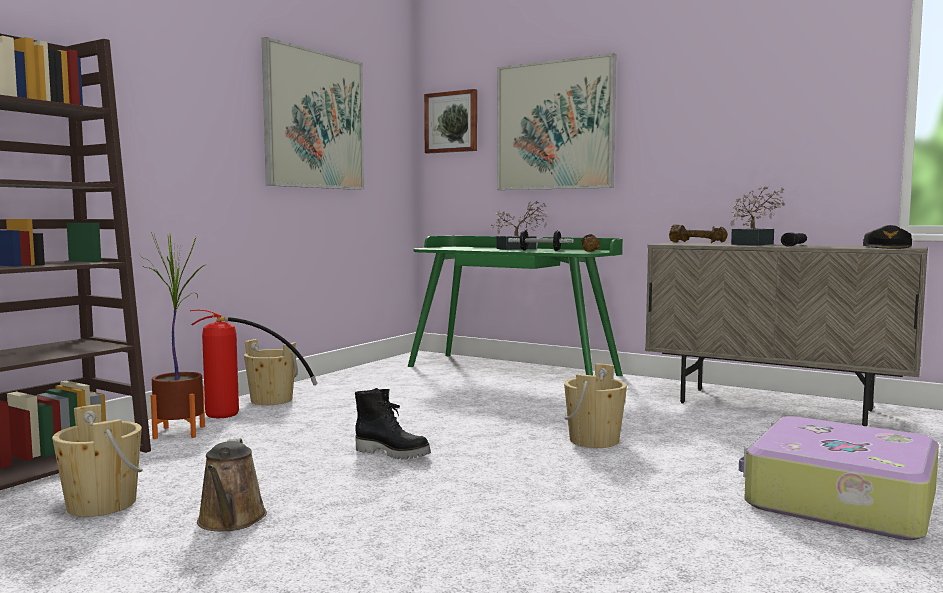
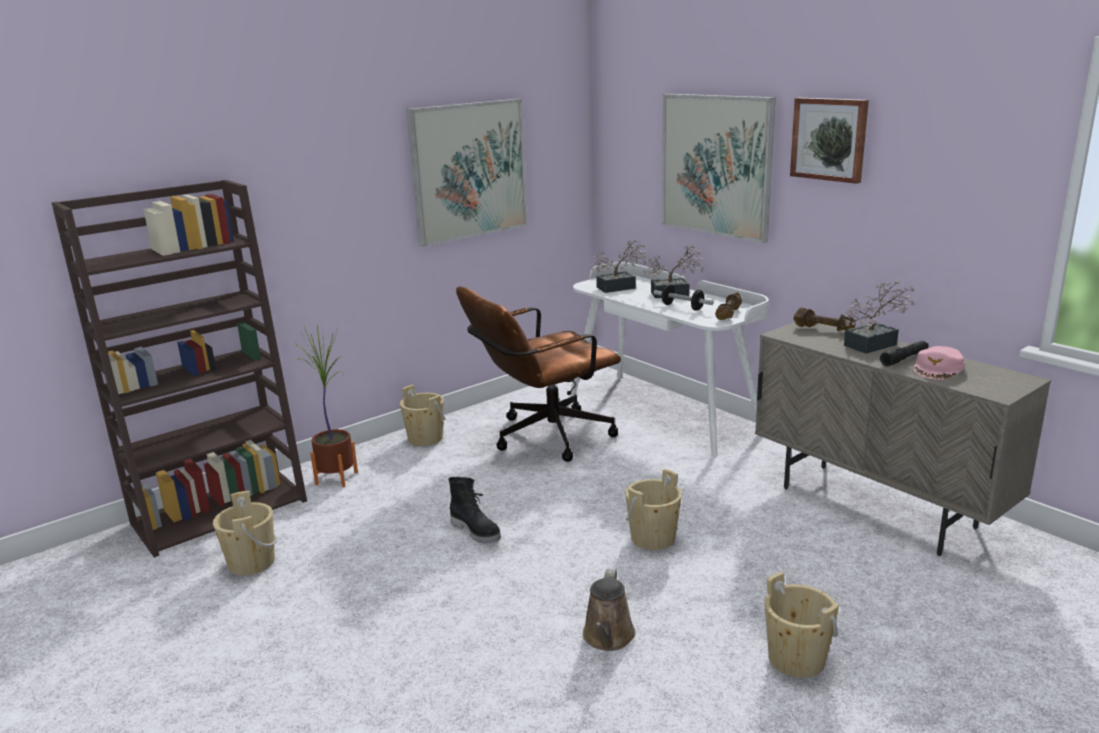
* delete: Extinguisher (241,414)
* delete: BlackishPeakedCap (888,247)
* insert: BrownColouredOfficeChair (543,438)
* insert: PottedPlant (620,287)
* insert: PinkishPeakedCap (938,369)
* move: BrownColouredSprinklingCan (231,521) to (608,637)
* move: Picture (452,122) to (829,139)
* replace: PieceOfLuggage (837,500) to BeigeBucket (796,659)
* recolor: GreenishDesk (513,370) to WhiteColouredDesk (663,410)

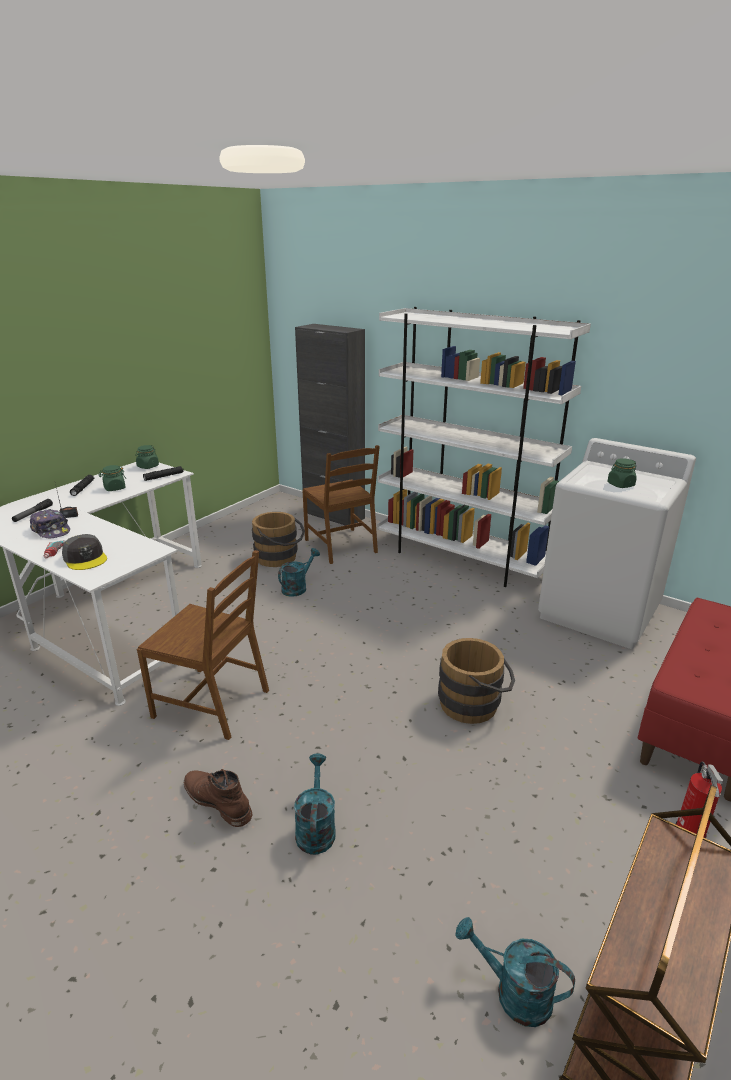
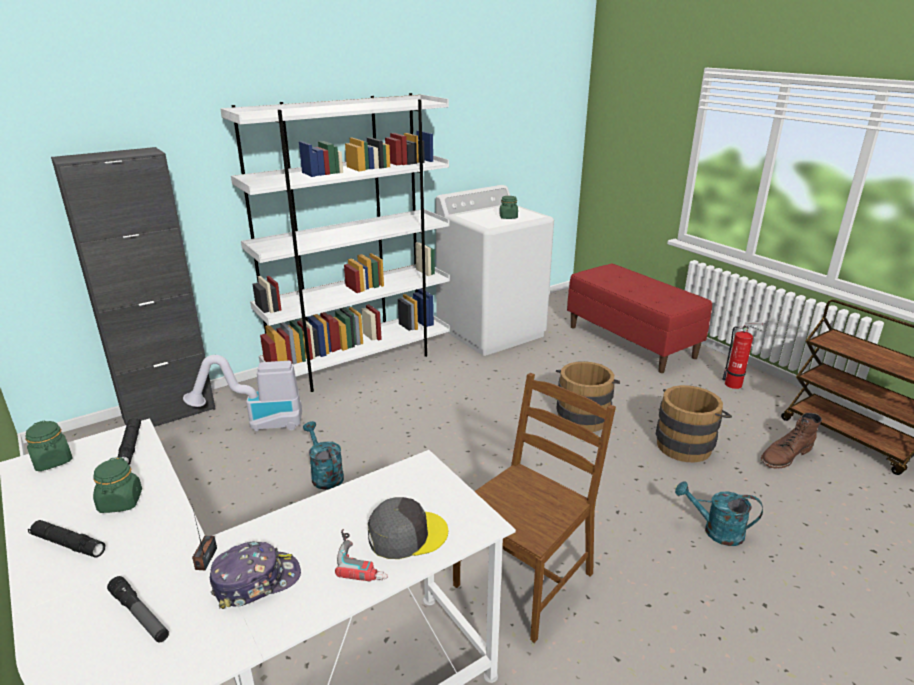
* delete: TurquoiseColouredSprinklingCan (513,992)
* move: BrownColouredTallBoot (217,801) to (785,455)
* move: BrownColouredBucket (280,558) to (686,444)
* replace: BrownColouredUprightChair (342,546) to Vacuum (257,424)

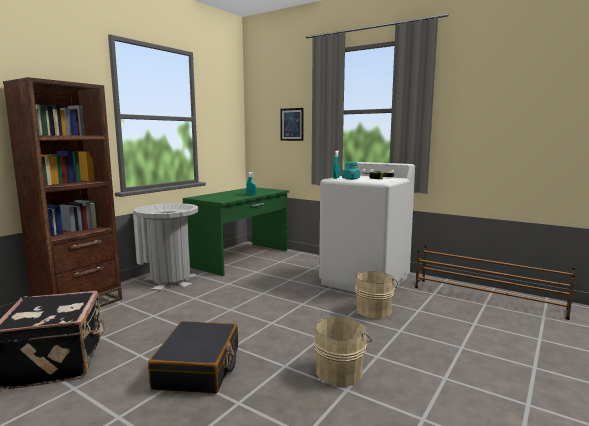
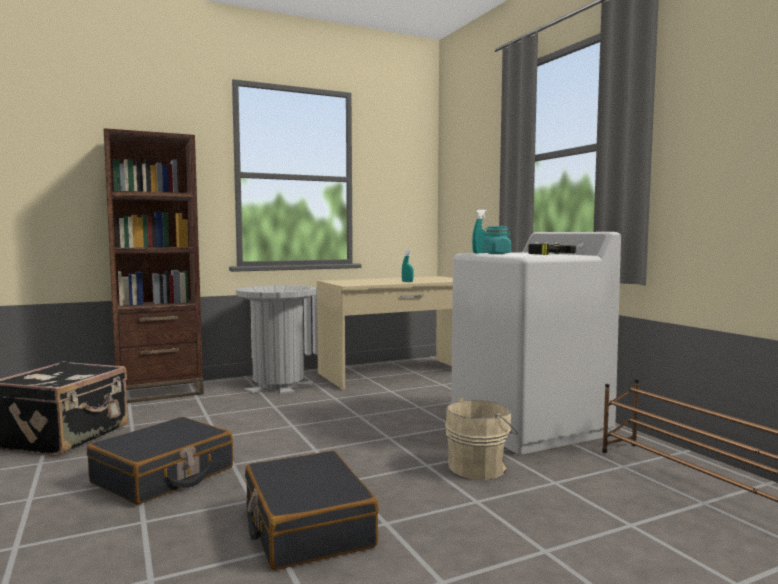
* delete: Picture (292,124)
* replace: BeigeBucket (341,371) to BlackishPieceOfLuggage (306,526)
* recolor: GreenishDesk (240,258) to BeigeDesk (396,373)

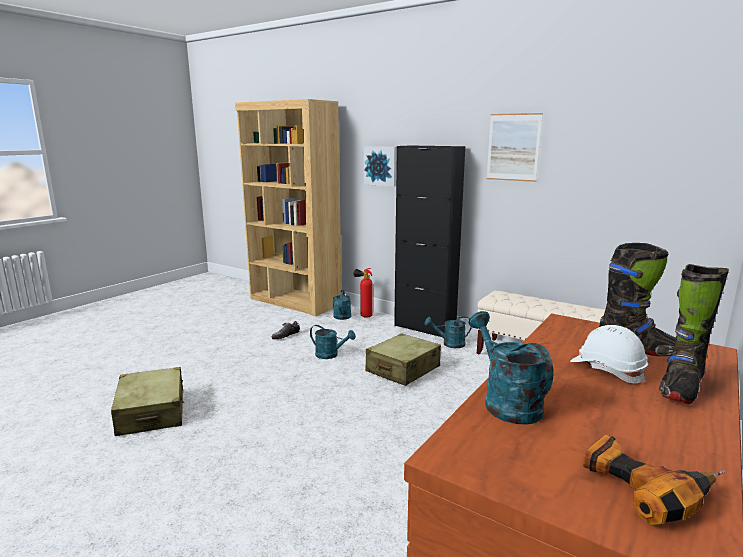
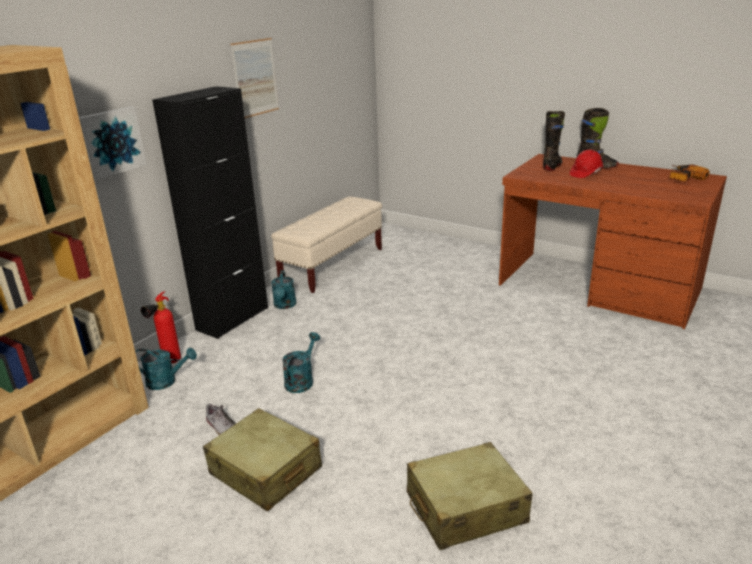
* delete: TurquoiseColouredSprinklingCan (506,402)
* move: BeigePieceOfLuggage (402,369) to (265,471)
* recolor: WhiteColouredSafetyHelmet (607,370) to RedColouredSafetyHelmet (585,173)

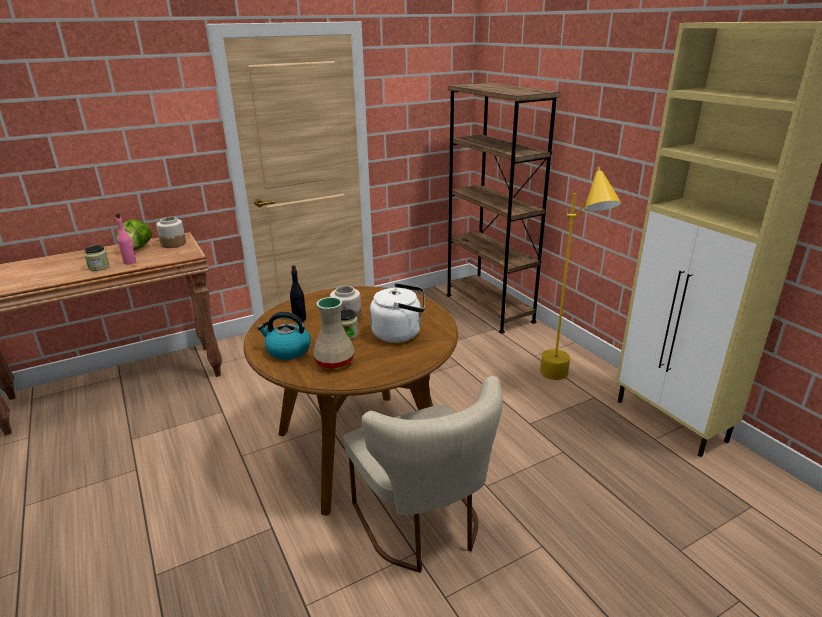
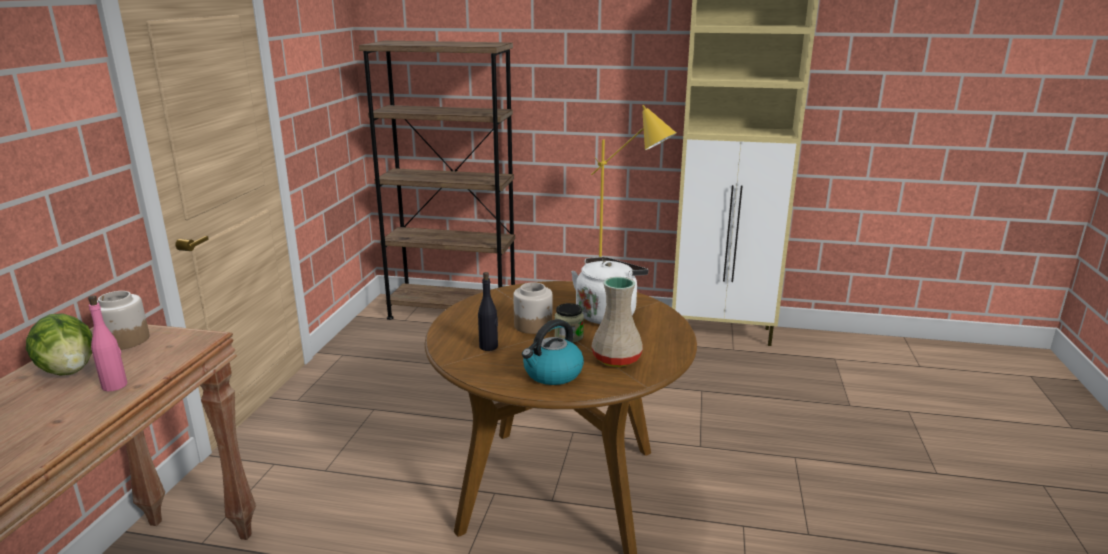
* delete: Jar (99,267)
* delete: BeigeUprightChair (424,526)

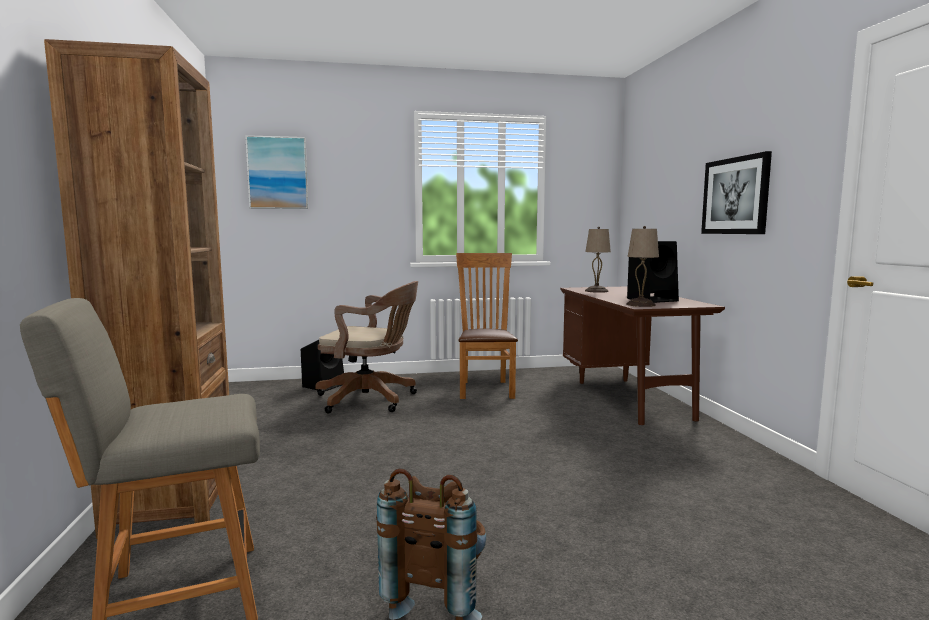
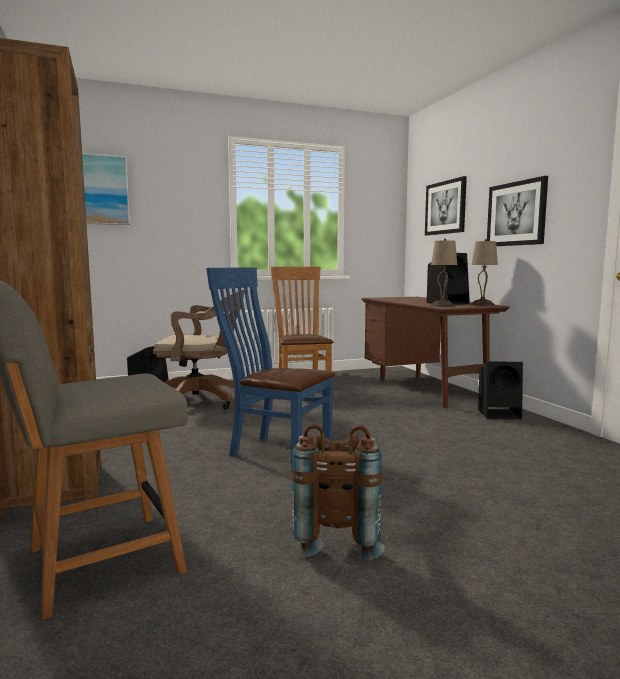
* insert: BlueUprightChair (275,451)
* insert: Picture (445,207)
* insert: BlackishSpeaker (500,414)
* move: BeigeLampForATable (596,291) to (482,305)

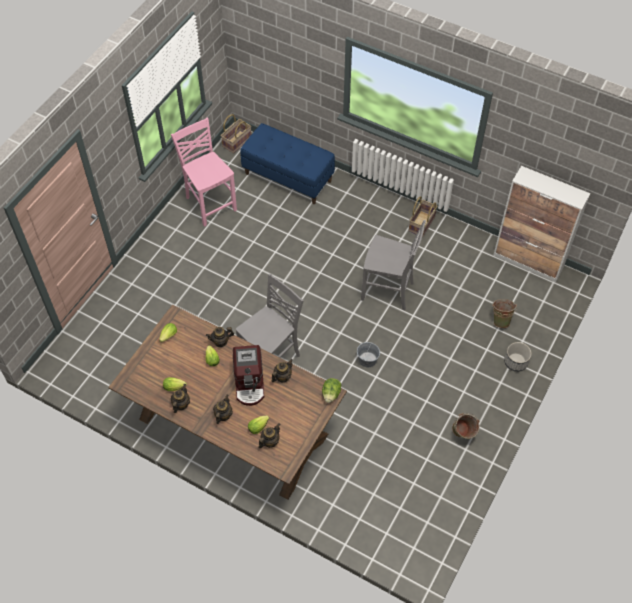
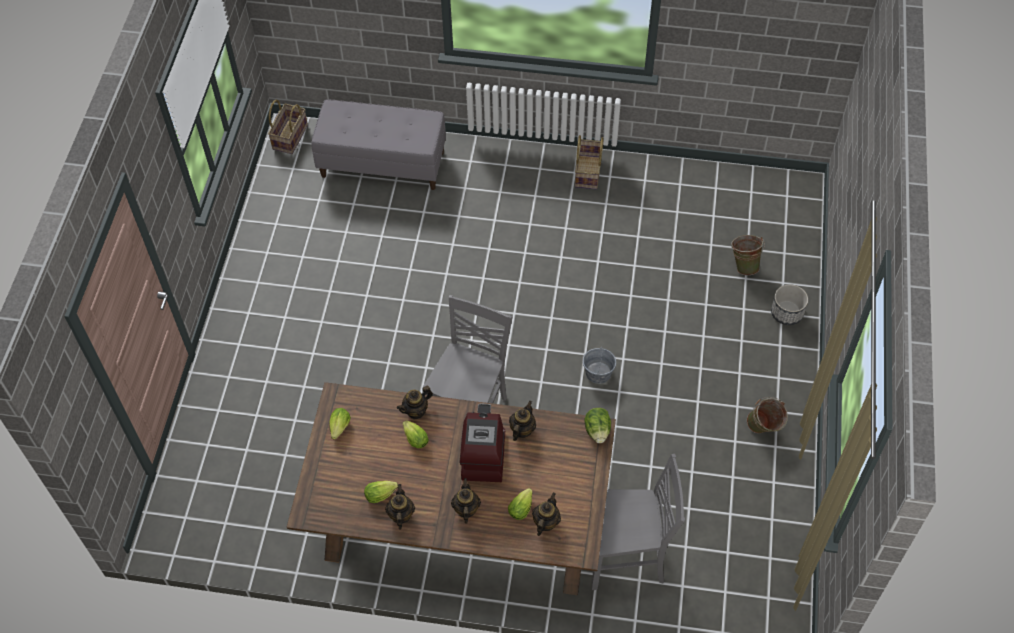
* delete: PinkishUprightChair (210,204)
* delete: StorageCabinet (528,261)
* move: GreyishUprightChair (388,291) to (626,559)
* recolor: BlueIndoorBench (288,177) to GreyishIndoorBench (383,163)
* rotate: CoffeeBrewer (250,383) = (482,454) 150 degrees counterclockwise

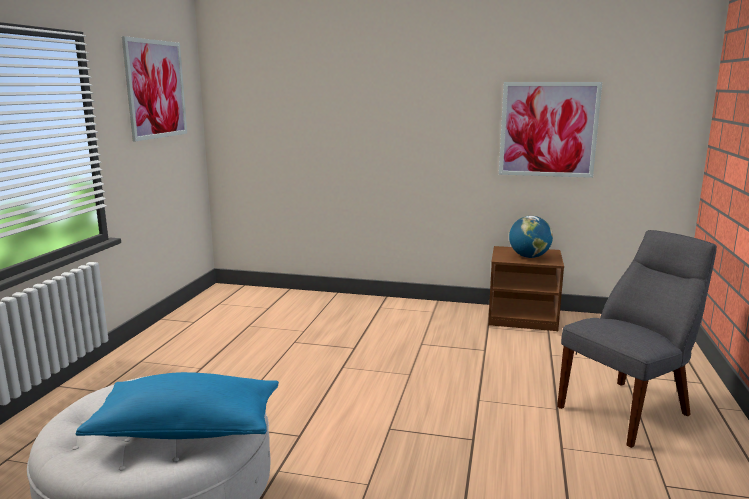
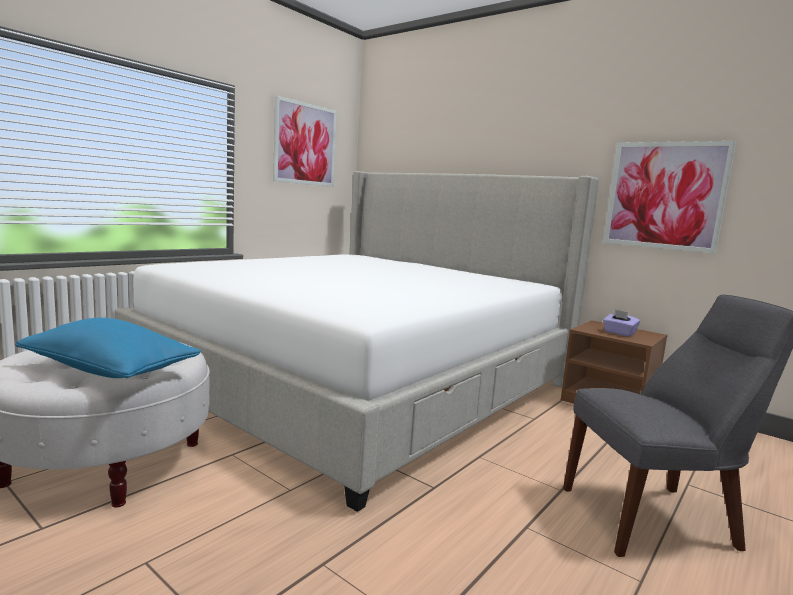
* insert: BedroomBed (358,379)
* replace: Globe (529,257) to PurplishBoxOfTissues (619,333)

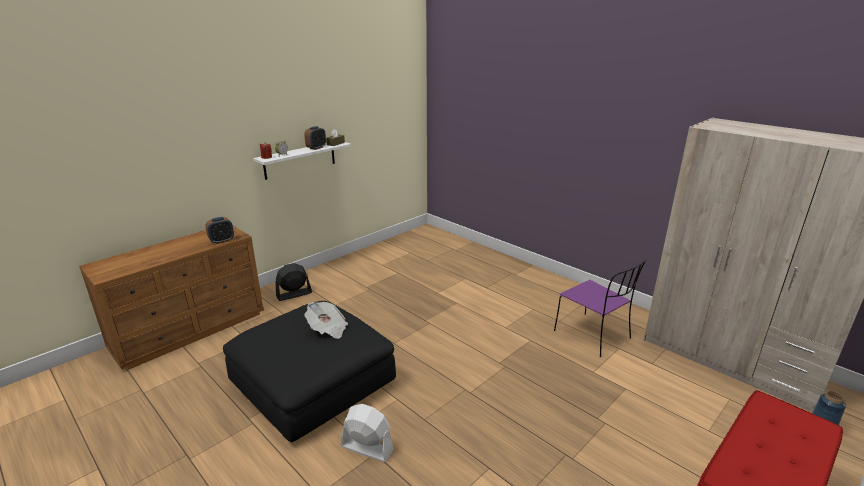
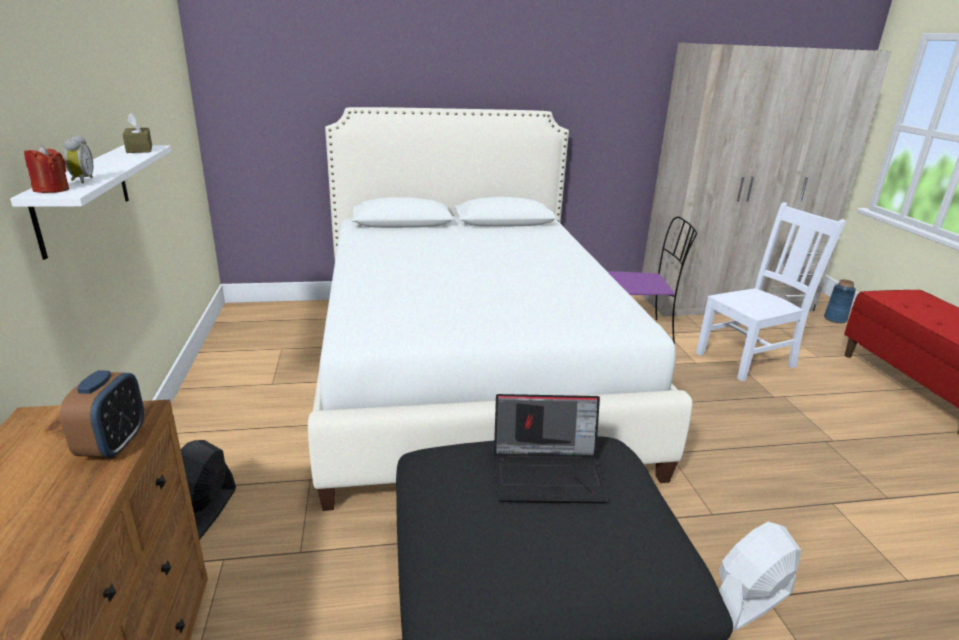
* delete: TableClock (316,148)
* insert: WhiteColouredBedroomBed (468,371)
* insert: WhiteColouredUprightChair (748,359)
* replace: PrintedPaper (327,329) to NotebookComputer (549,474)

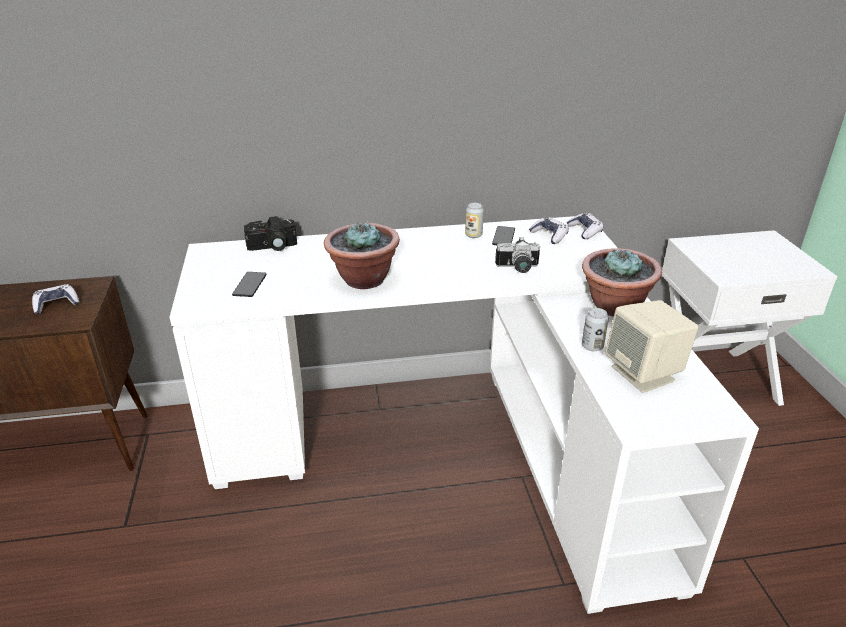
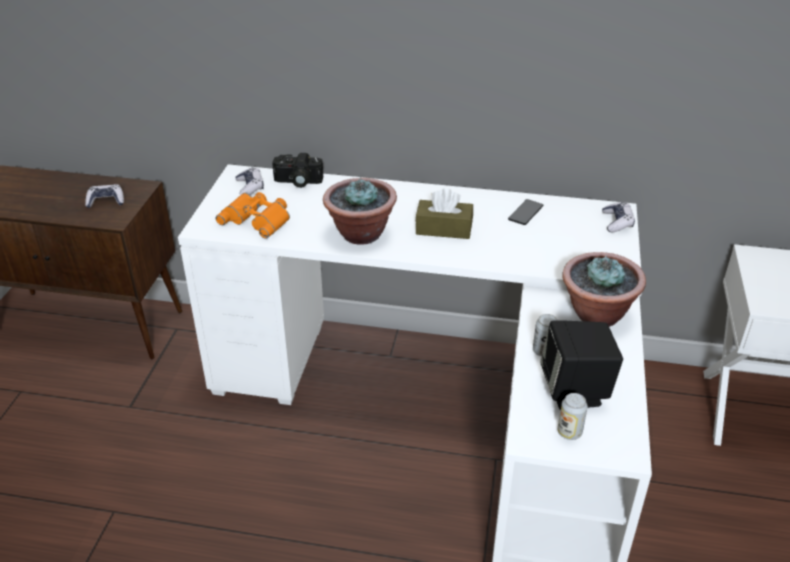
* delete: PhotoCamera (518,268)
* insert: BrownColouredBoxOfTissues (444,229)
* move: Can (473,235) to (569,432)
* move: Joypad (549,235) to (250,187)
* replace: Handset (250,285) to OrangeyBinoculars (258,219)
* recolor: BeigeSpeaker (644,374) to BlackishSpeaker (575,391)

